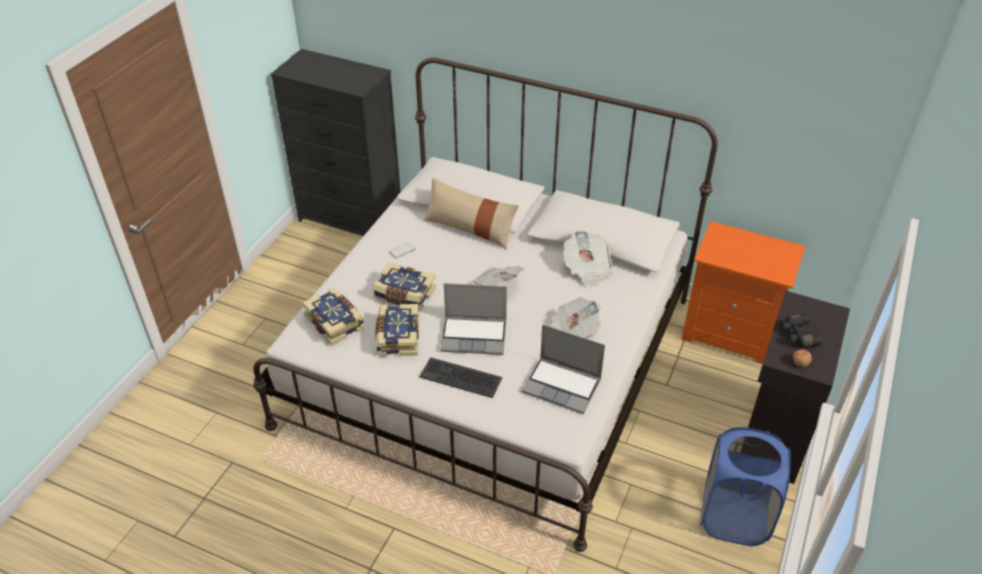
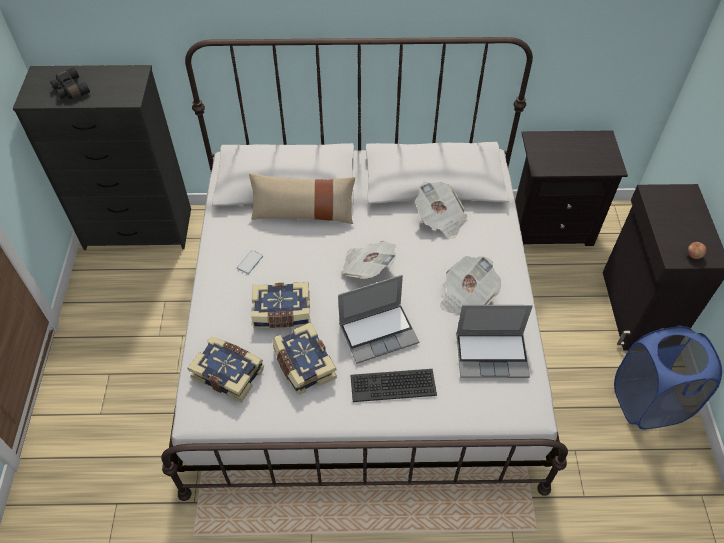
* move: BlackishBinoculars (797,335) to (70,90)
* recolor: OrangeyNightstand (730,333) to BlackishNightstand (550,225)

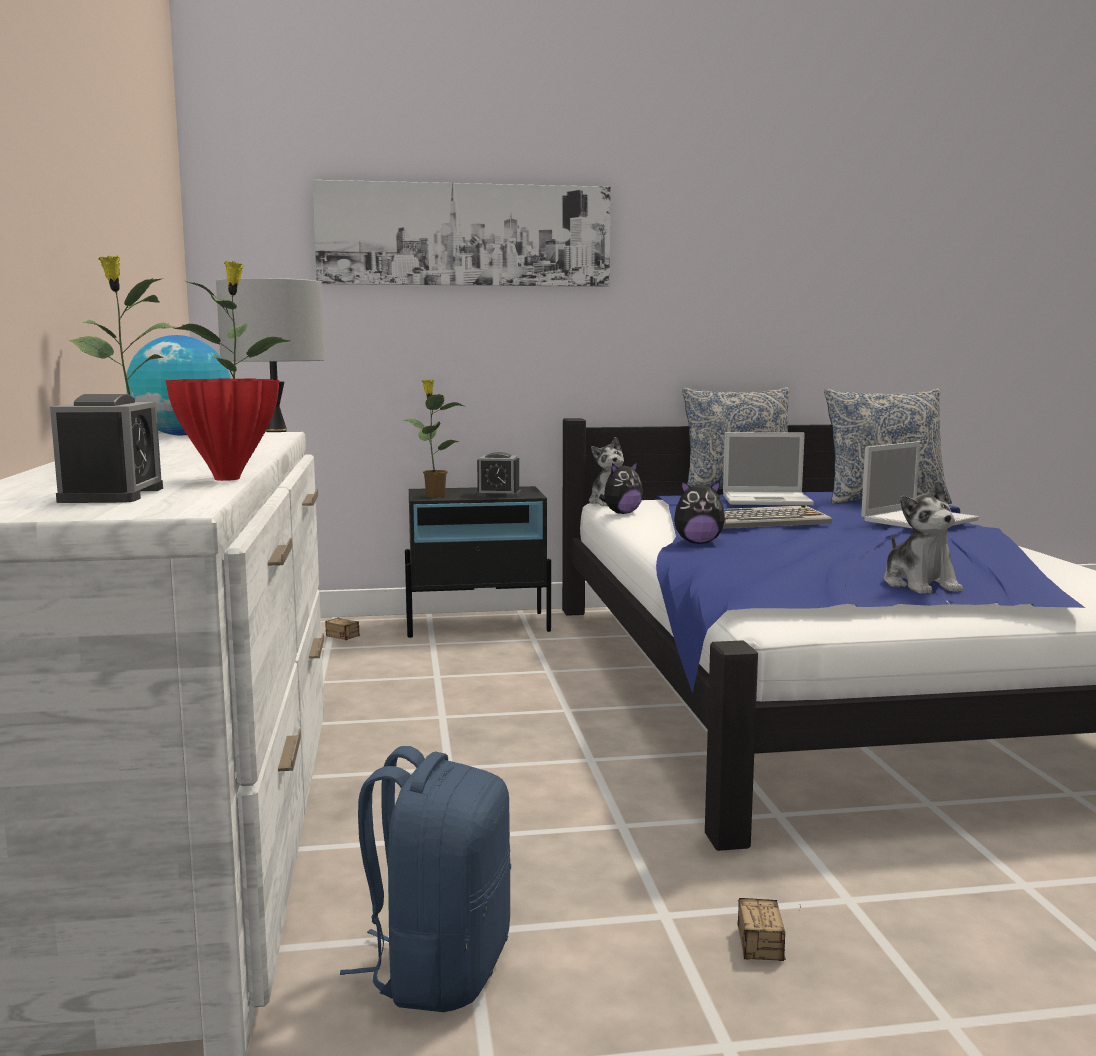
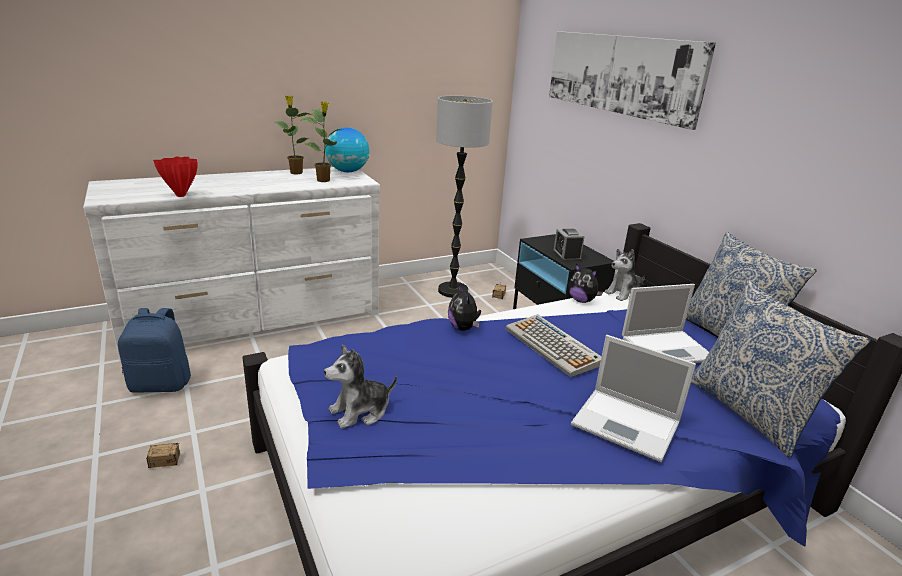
* delete: TableClock (112,495)
* delete: PottedPlant (434,496)
* rotate: NotebookComputer (768,500) = (668,348) 90 degrees counterclockwise

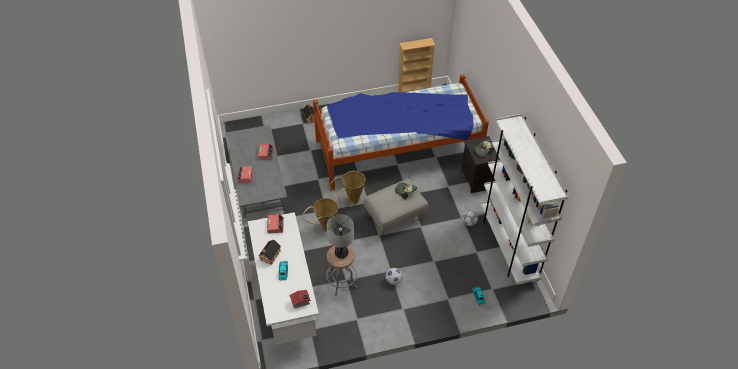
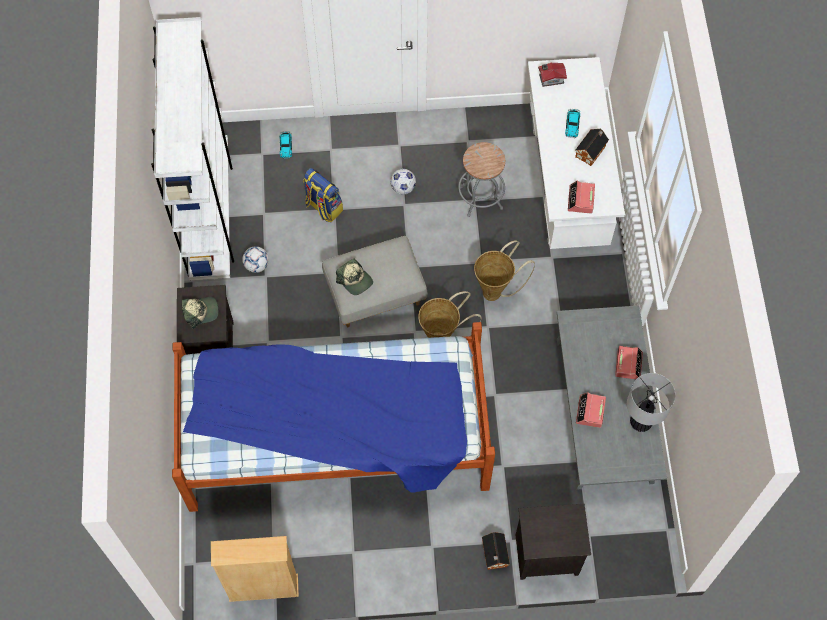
* insert: Knapsack (323,207)
* insert: BlackishNightstand (545,556)
* move: LampForATable (341,253) to (641,422)

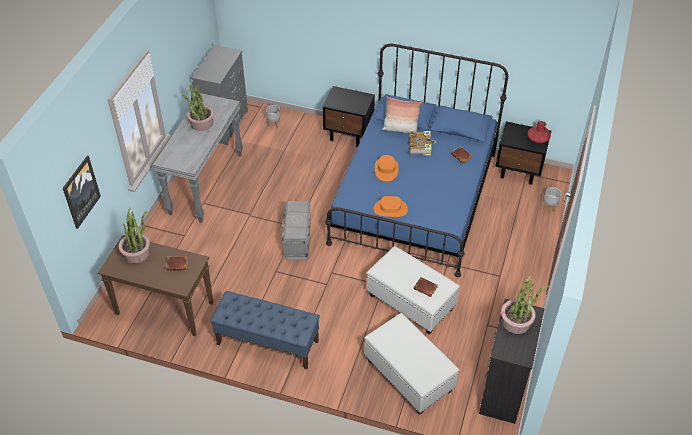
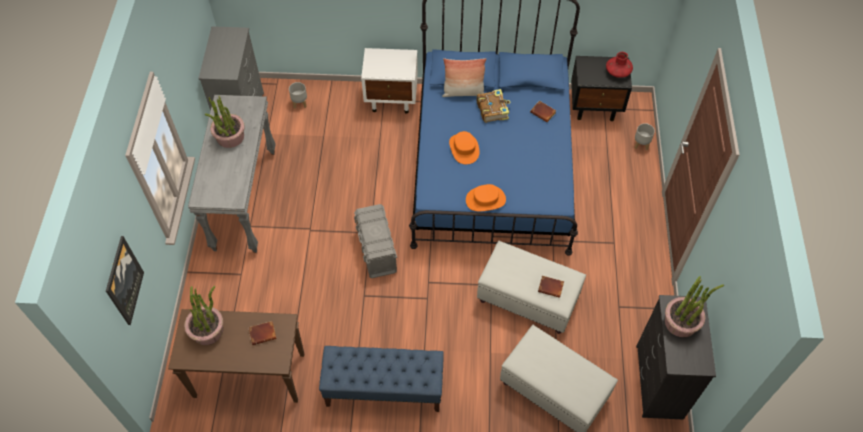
* recolor: BlackishNightstand (349,134) to WhiteColouredNightstand (392,99)

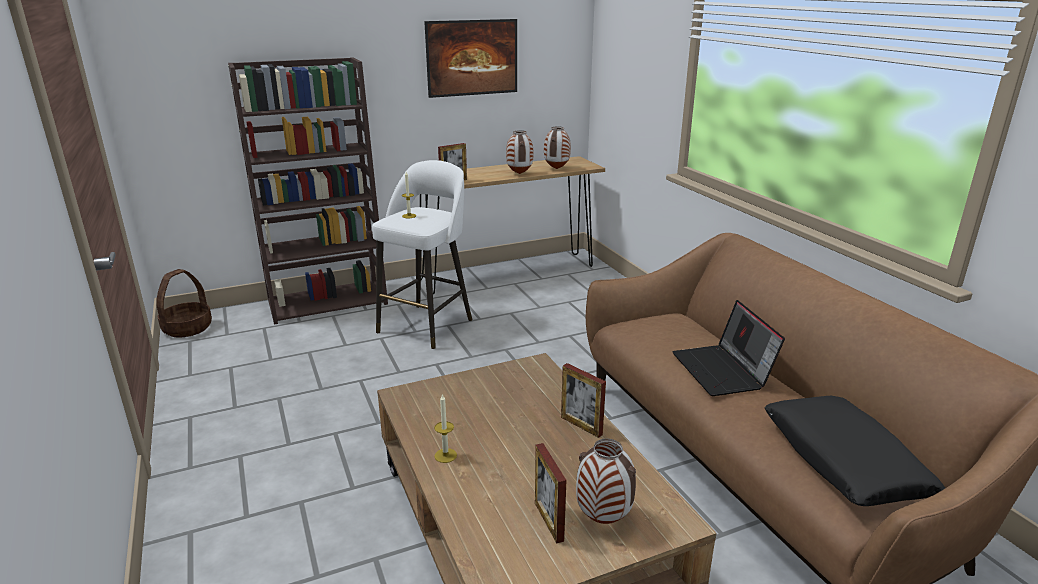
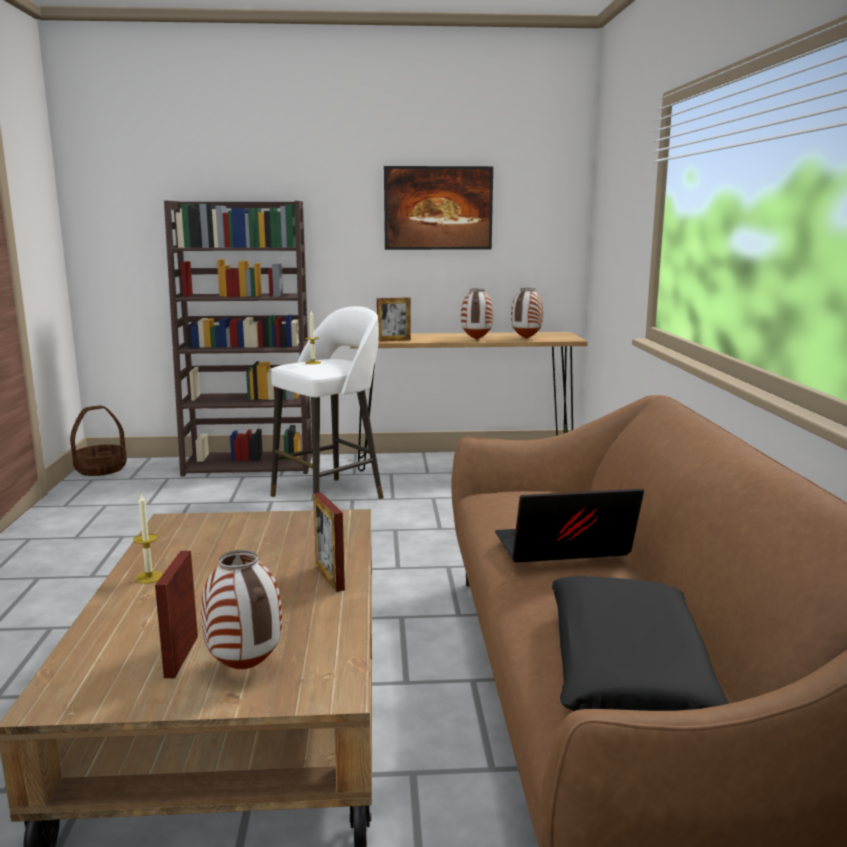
* rotate: NotebookComputer (723,371) = (561,550) 75 degrees clockwise

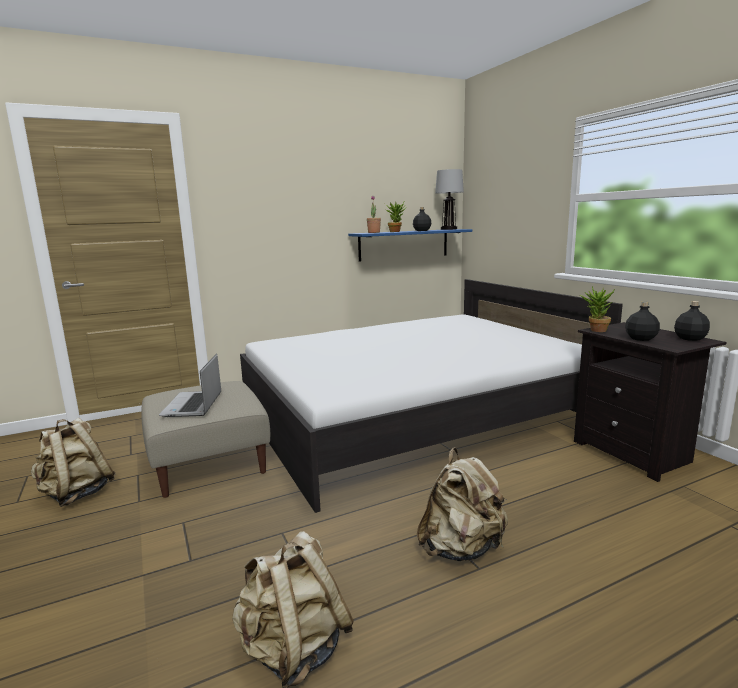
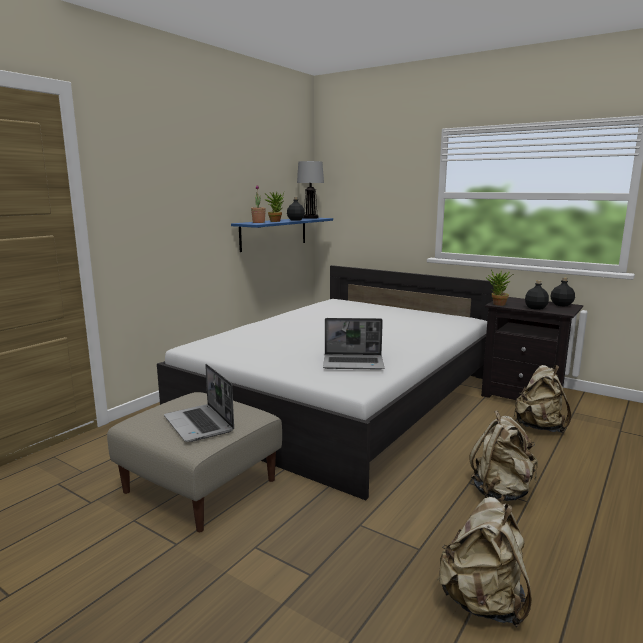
* insert: NotebookComputer (354,363)
* move: BeigeKnapsack (76,493) to (539,427)

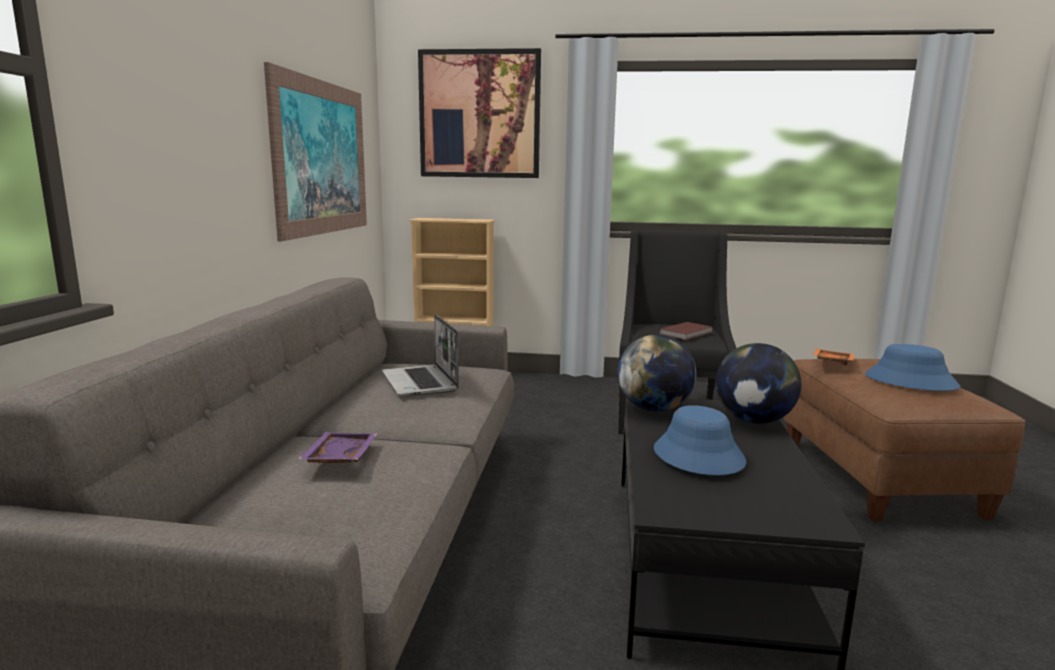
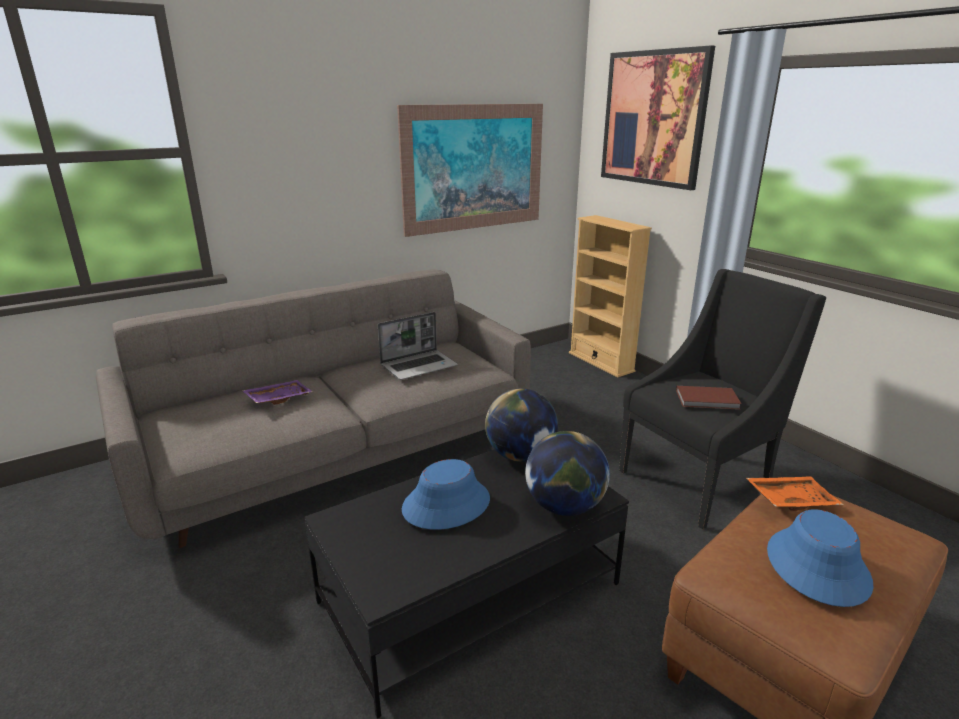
* rotate: NotebookComputer (421,382) = (419,366) 150 degrees counterclockwise

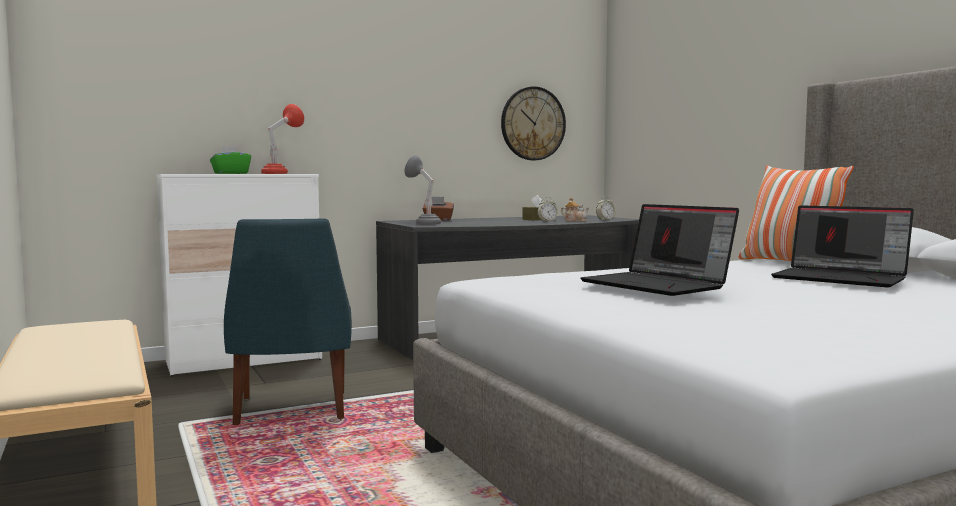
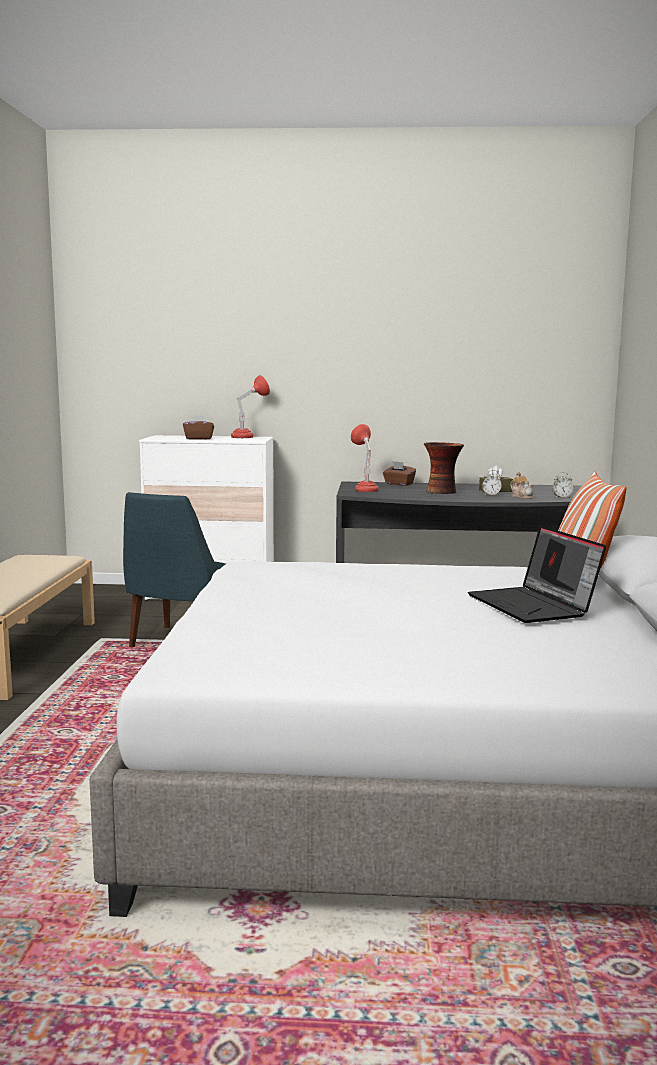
* delete: ClockOnTheWall (533,123)
* delete: NotebookComputer (658,285)
* insert: FlowerVase (442,492)
* recolor: GreenishBoxOfTissues (231,173) to BrownColouredBoxOfTissues (199,438)
* recolor: GreyishLampForATable (423,223) to RedColouredLampForATable (364,489)

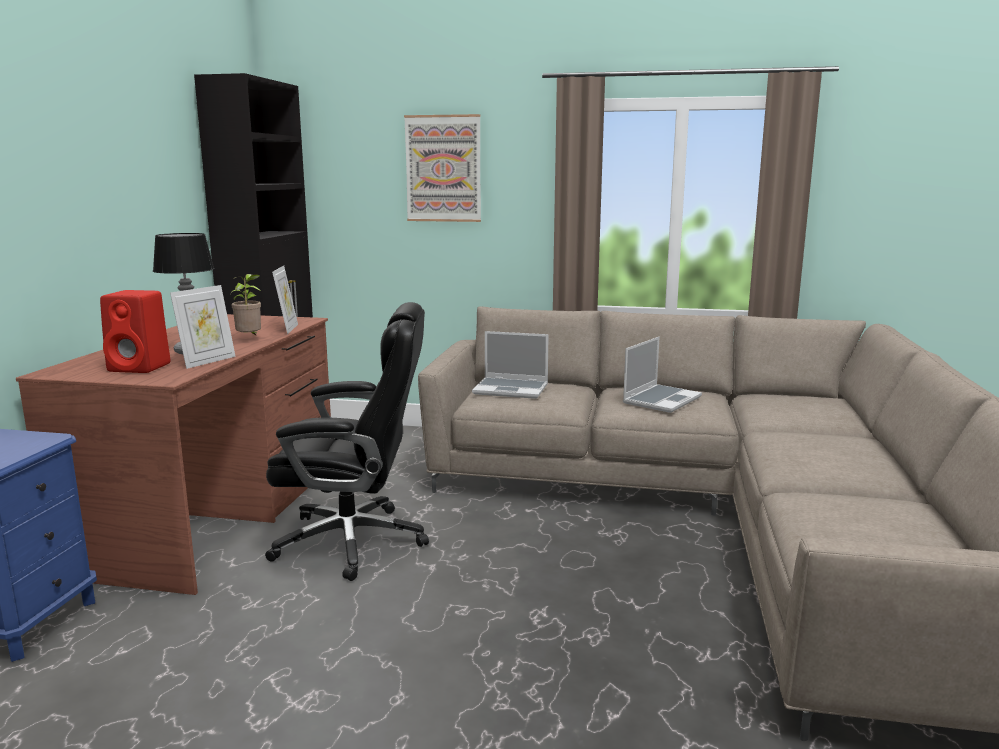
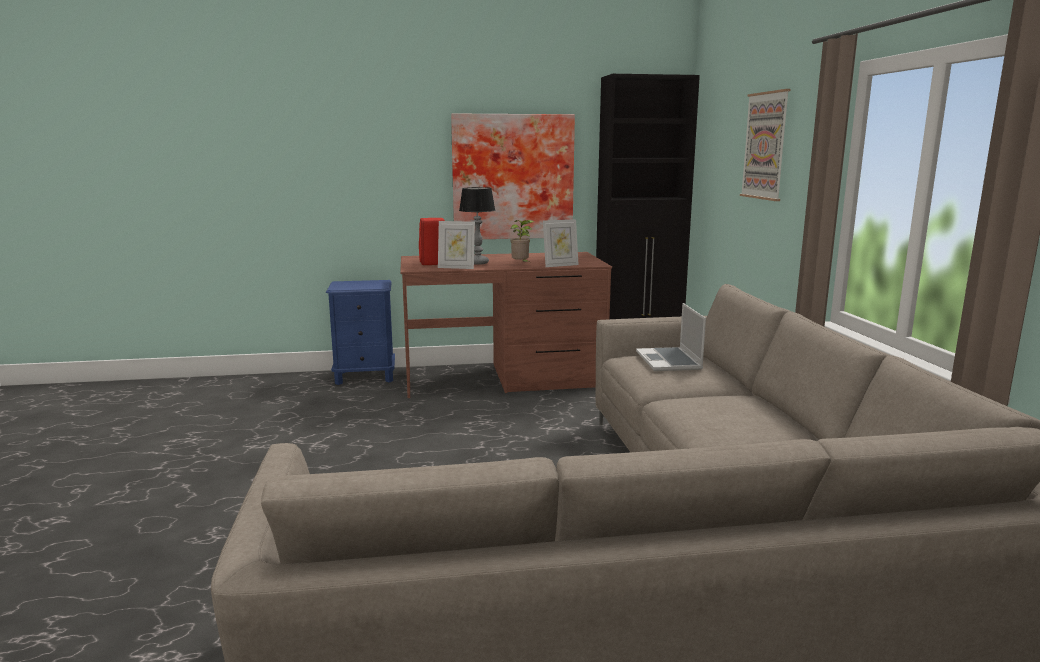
* delete: BlackishOfficeChair (354,541)
* delete: NotebookComputer (661,400)
* insert: Picture (512,177)

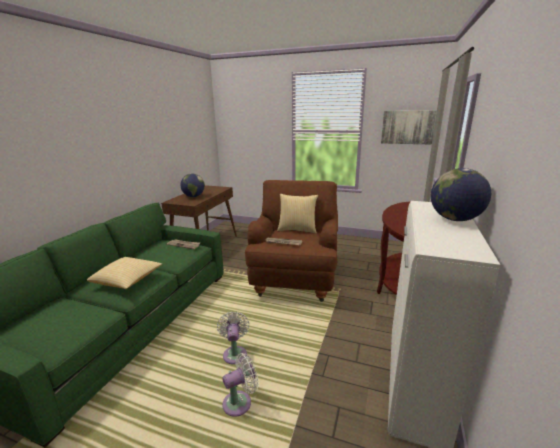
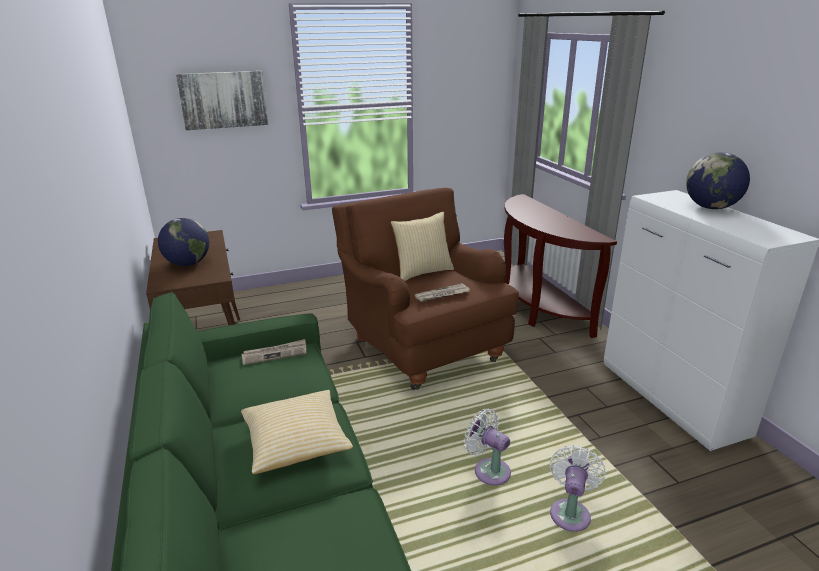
* move: Picture (408,127) to (223,100)

